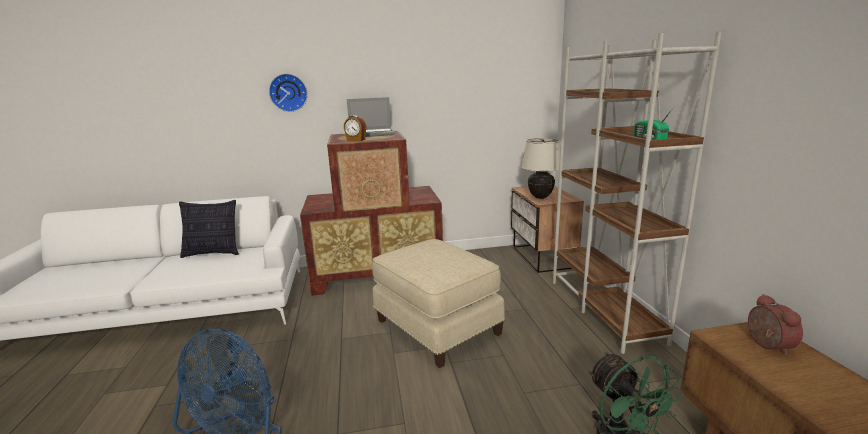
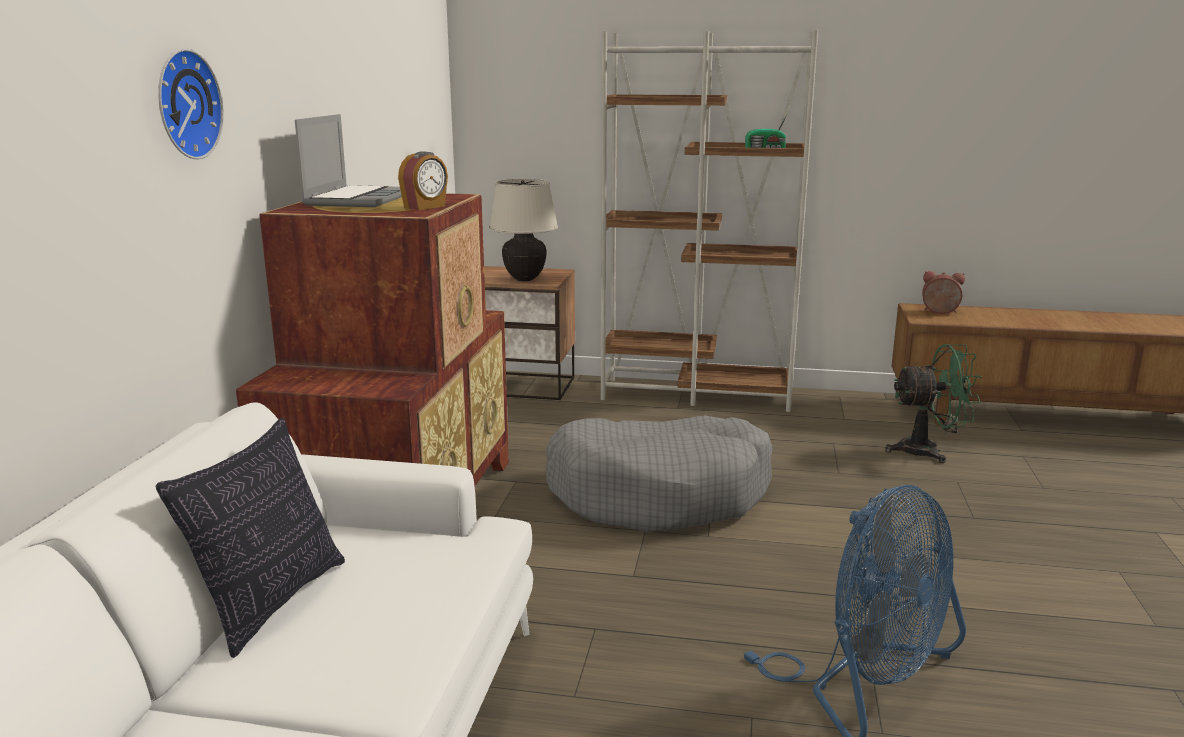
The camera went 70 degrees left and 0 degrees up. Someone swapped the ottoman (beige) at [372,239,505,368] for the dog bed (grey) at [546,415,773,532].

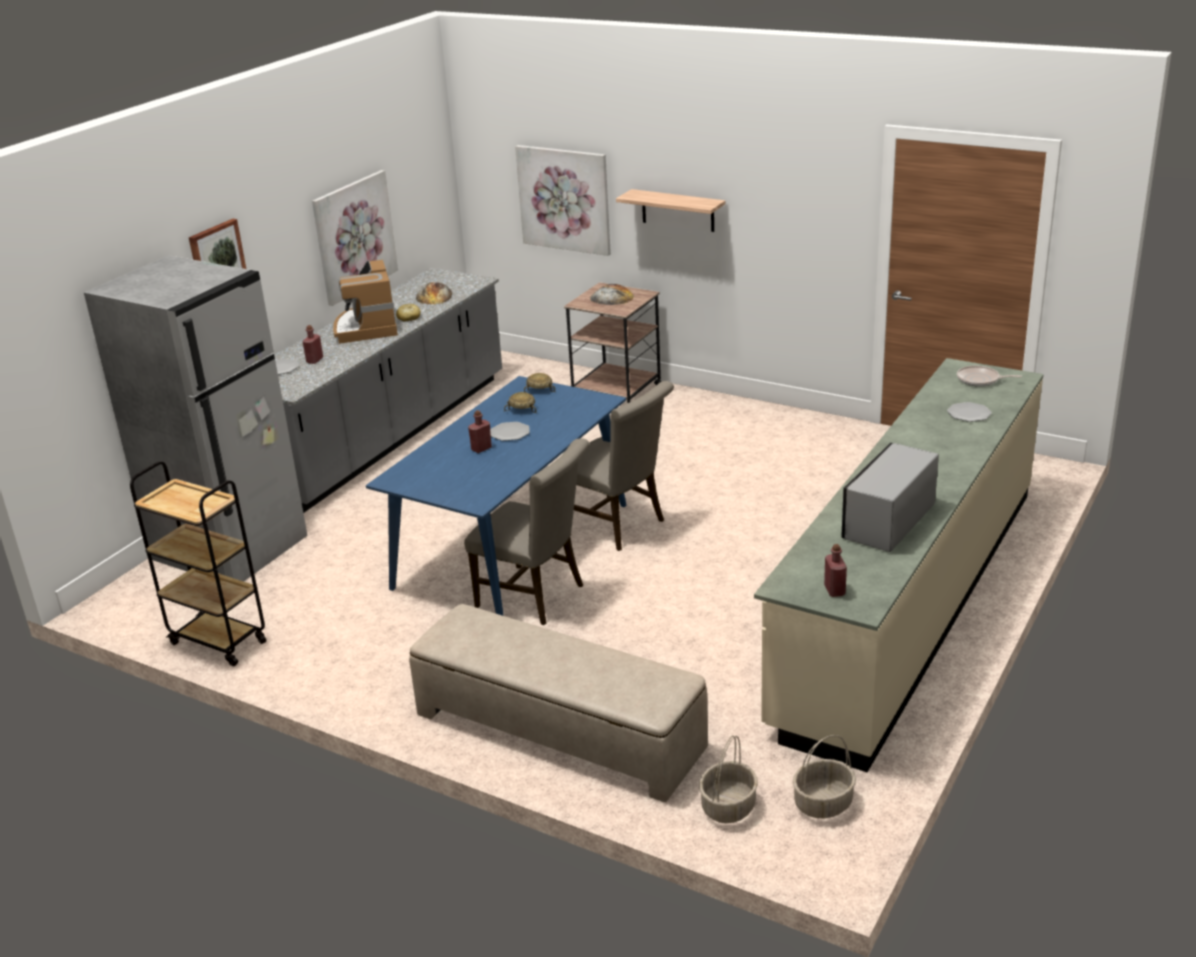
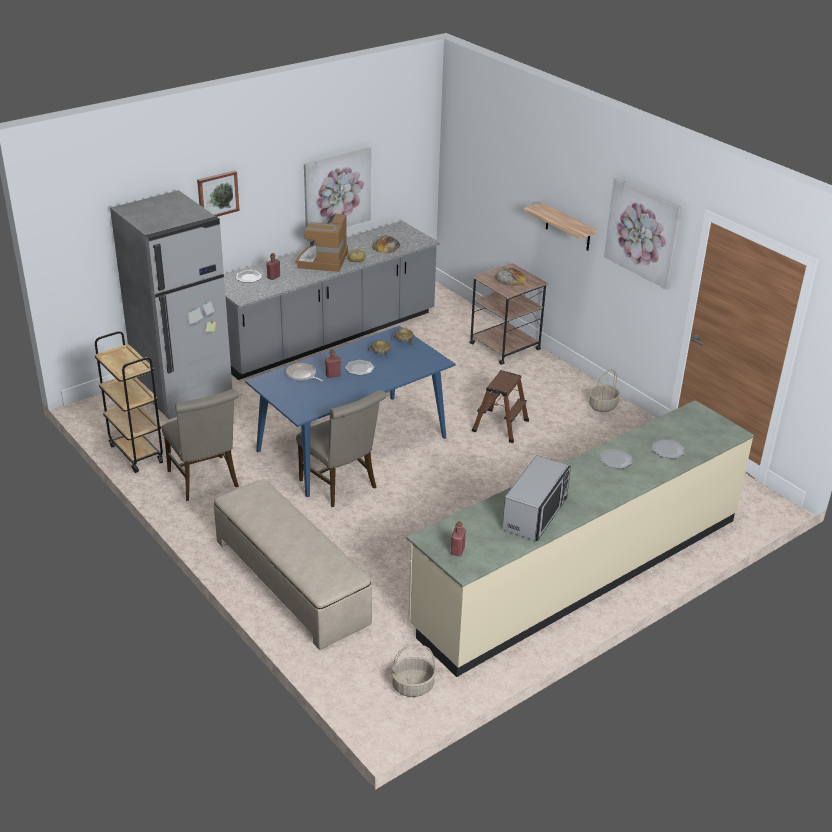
The camera went 20 degrees right and 5 degrees up. Someone put down the step ladder (brown) at [472,370,529,443]. Someone put down the plate at [600,449,632,469]. Someone carried the picture from [515,145,611,256] to [604,177,683,290]. Someone carried the chair (beige) from [574,381,674,551] to [162,389,239,501]. Someone carried the basket from [699,735,758,823] to [590,369,620,412]. Someone carried the frying pan from [957,366,1022,387] to [286,363,323,381]. Someone rotated the microwave at [841,443,939,552] by 150 degrees clockwise.

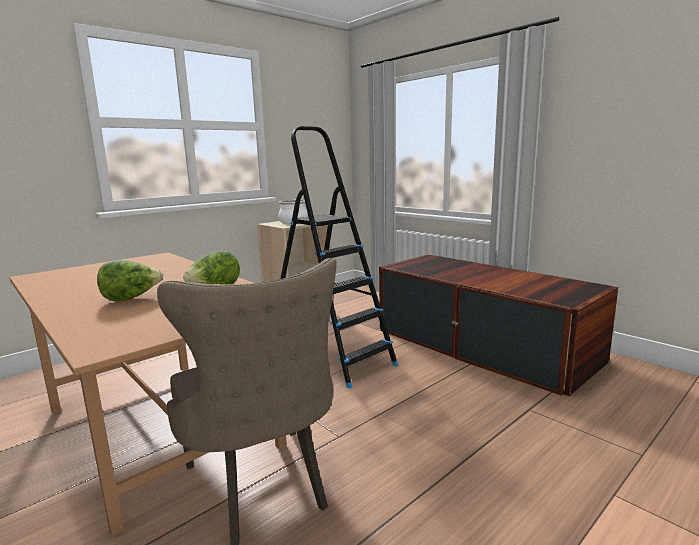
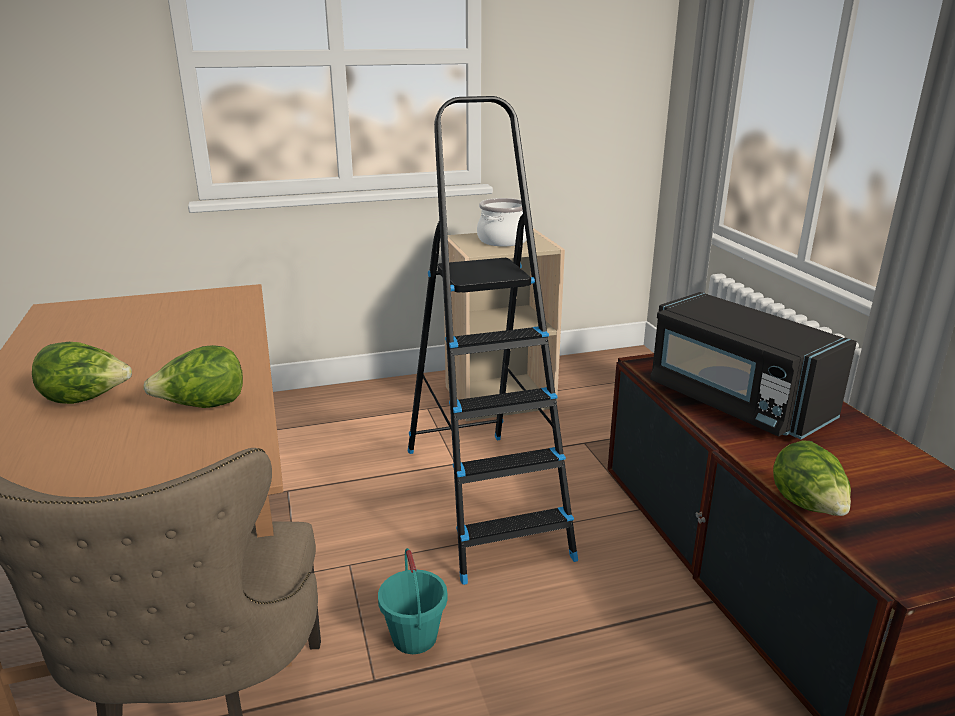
The camera went 25 degrees right and 10 degrees up. Someone put down the bucket (turquoise) at [378,548,448,654]. Someone put down the microwave (black) at [650,292,857,439]. Someone put down the lettuce at [773,440,851,516].

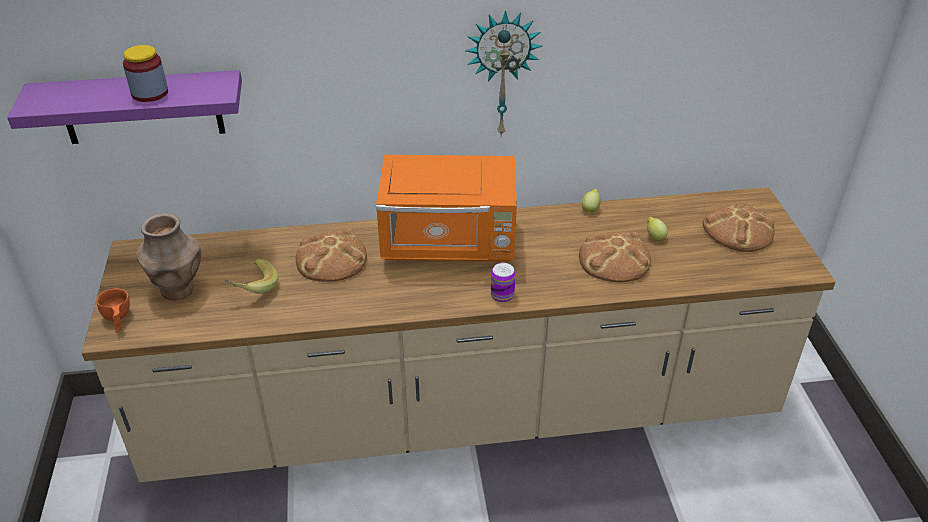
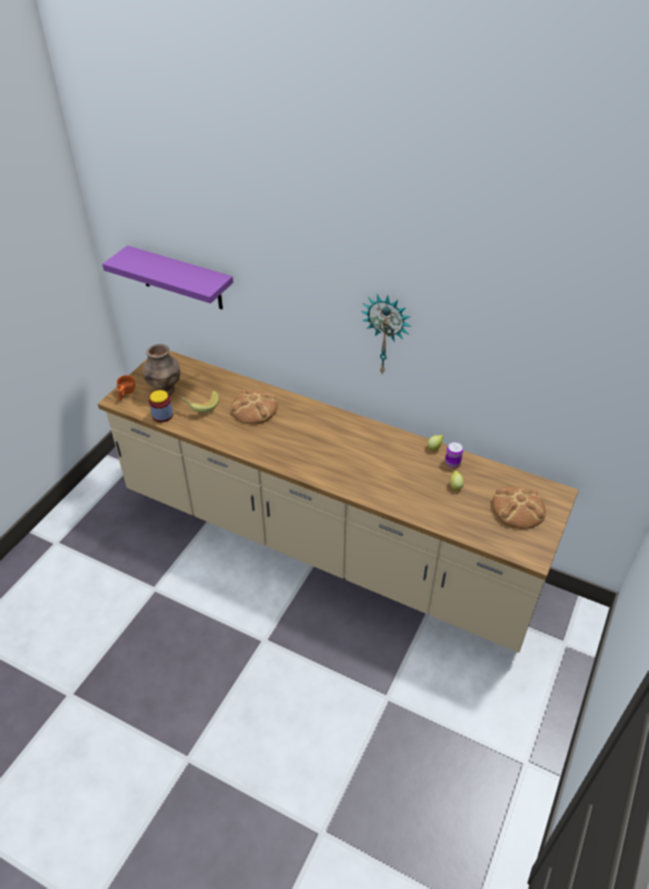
The camera went 35 degrees right and 5 degrees up. Someone took away the microwave (orange) at [376,155,517,262]. Someone took away the bread at [579,232,651,282]. Someone carried the jar from [123,45,168,102] to [149,390,173,422]. Someone carried the can from [491,263,516,302] to [445,442,463,468].

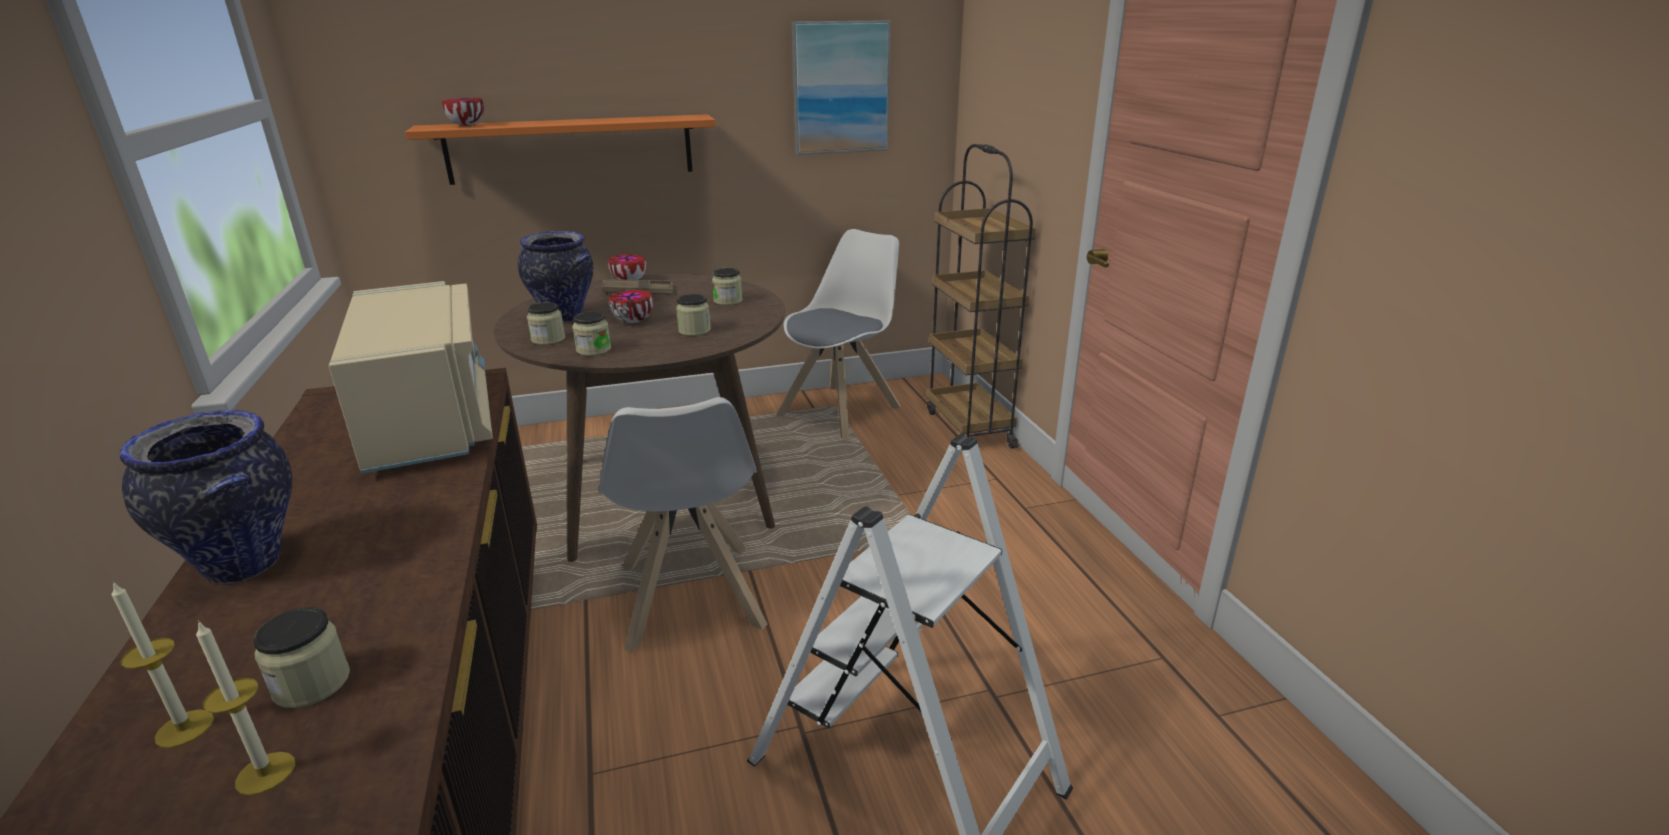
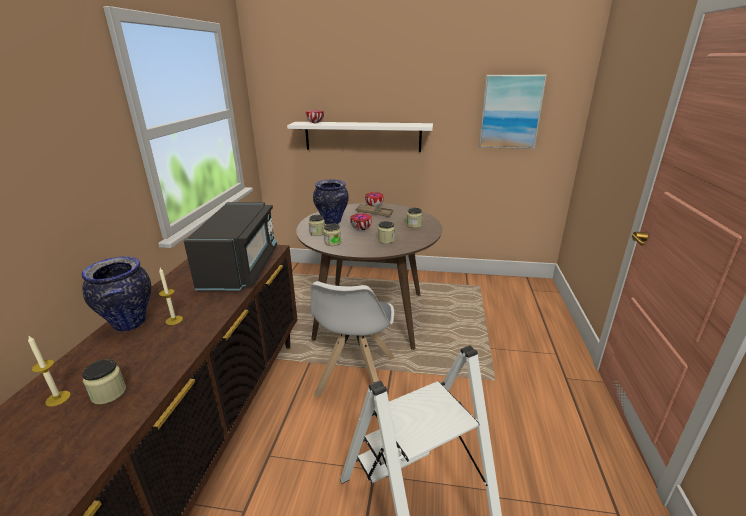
The camera went 25 degrees right and 0 degrees up. Someone took away the chair at [776,229,900,440]. Someone took away the cart (brown) at [927,144,1036,448]. Someone carried the candle from [196,620,295,795] to [159,268,183,325]. Someone repainted the microwave (beige) at [329,281,493,474], which became the microwave (black) at [184,202,277,290]. Someone repainted the shelf (orange) at [405,114,716,185], which became the shelf (white) at [287,122,433,152].

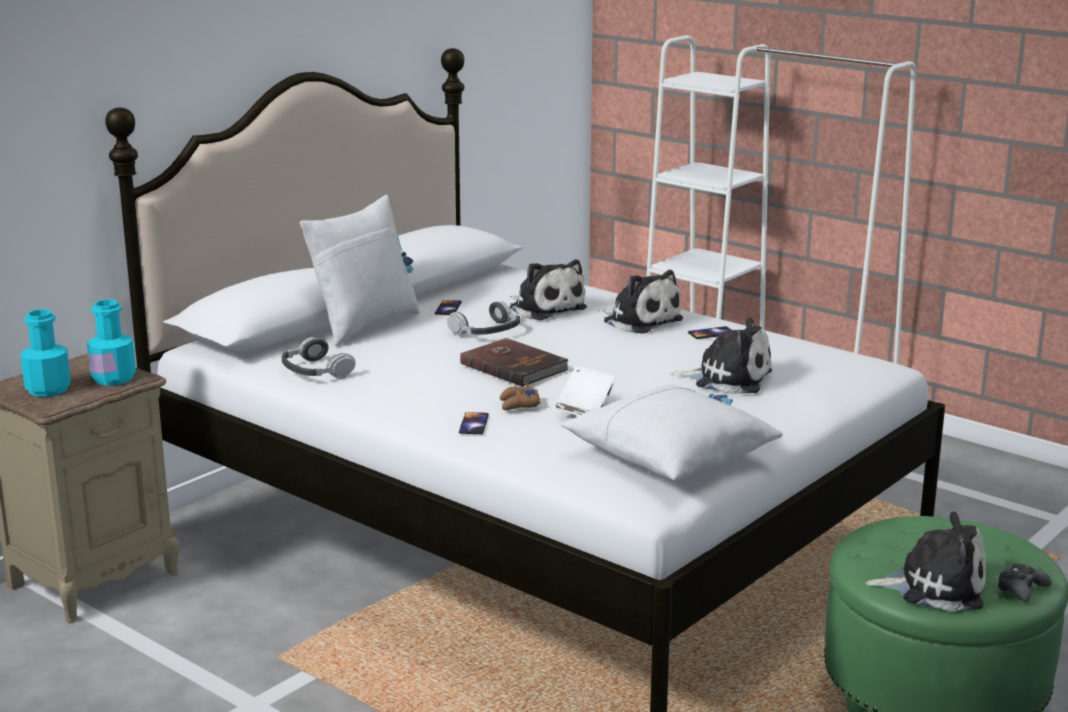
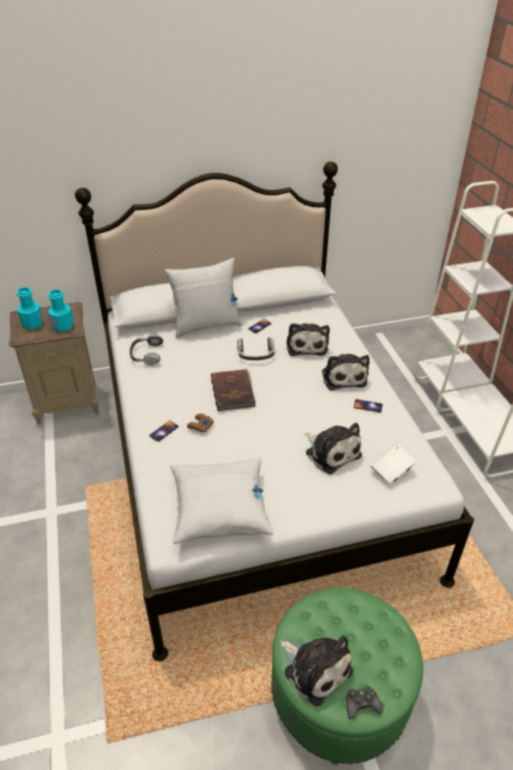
The camera went 35 degrees right and 20 degrees up. Someone carried the book (white) from [556,366,615,416] to [371,444,417,485].

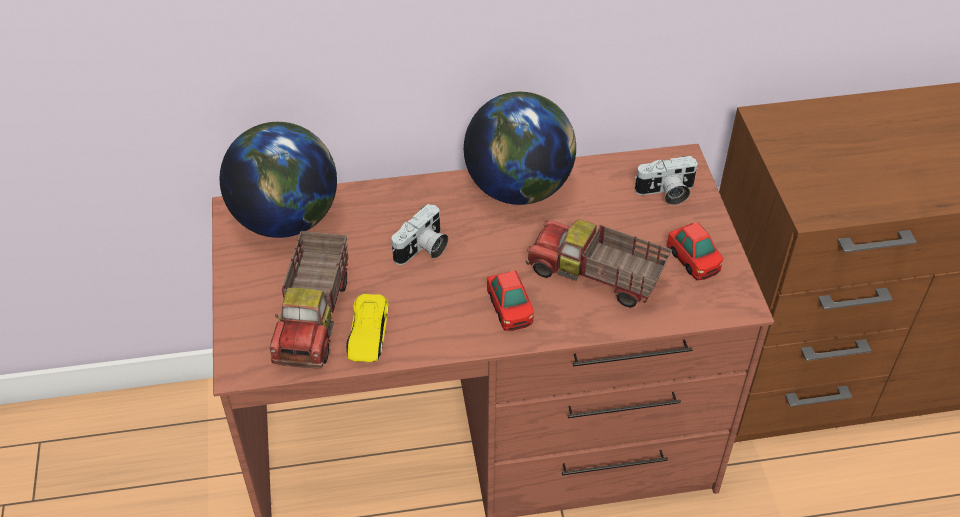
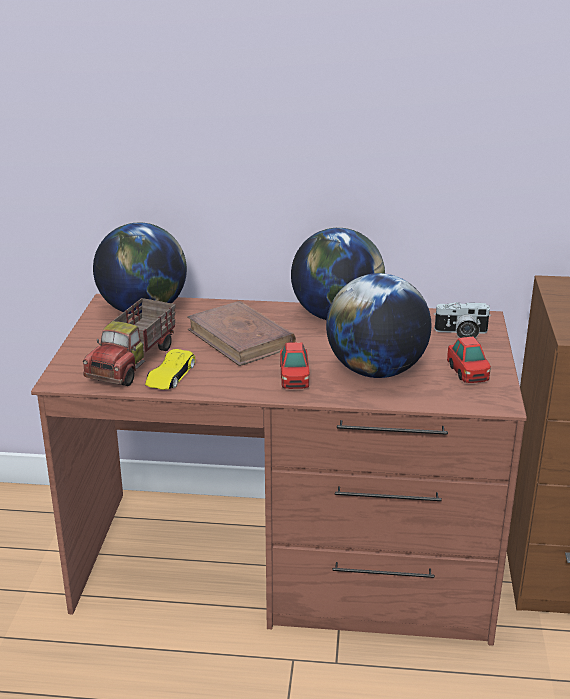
The camera went 15 degrees right and 20 degrees down. Someone swapped the photo camera at [392,204,448,265] for the book (brown) at [187,301,296,366]. Someone swapped the toy truck at [526,219,672,308] for the globe at [326,273,431,378].

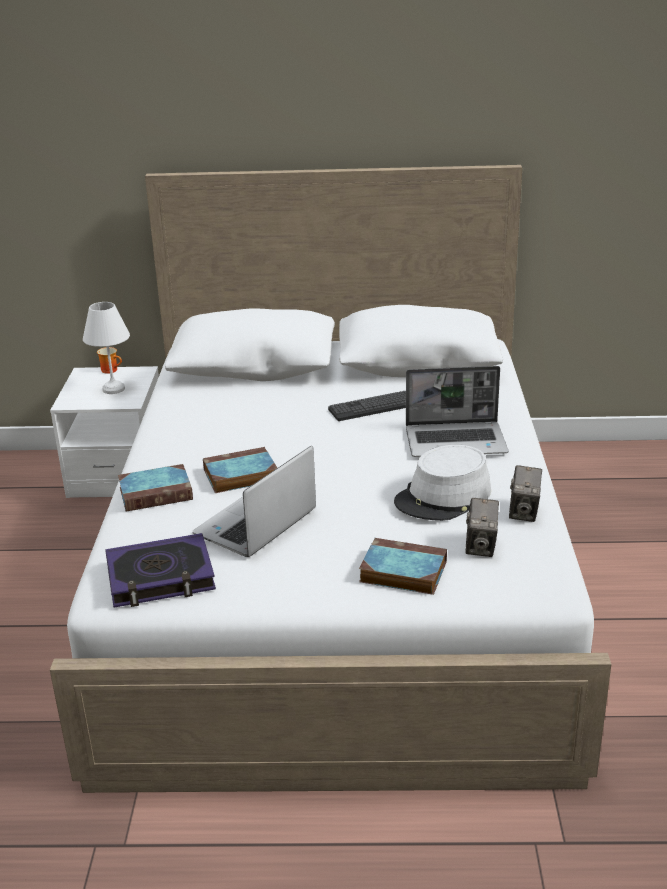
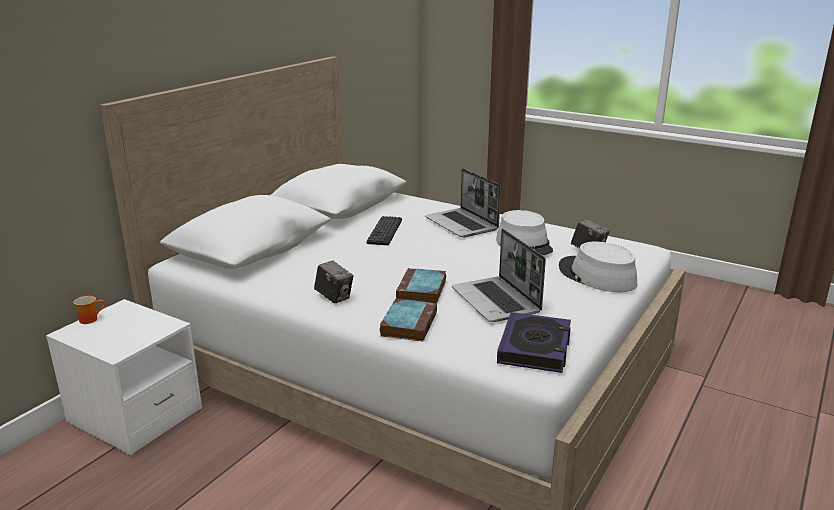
The camera went 60 degrees left and 5 degrees down. Someone took away the table lamp (white) at [83,302,130,394]. Someone carried the photo camera from [509,465,542,522] to [314,261,354,303]. Someone swapped the book at [359,538,447,595] for the hat (grey) at [559,241,637,292]. Someone rotated the laptop at [406,366,509,457] by 120 degrees clockwise.

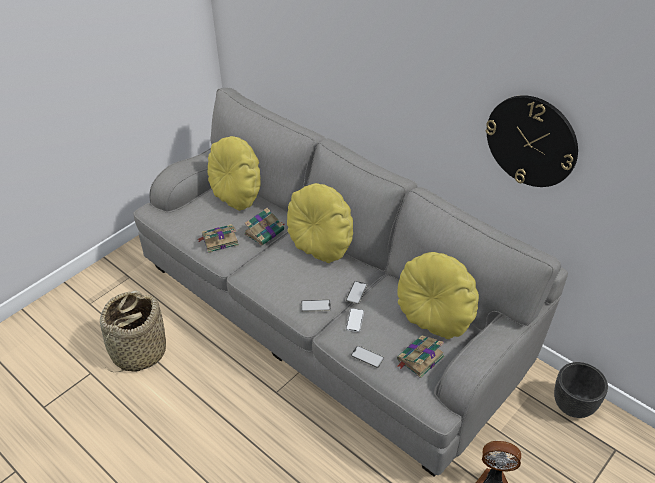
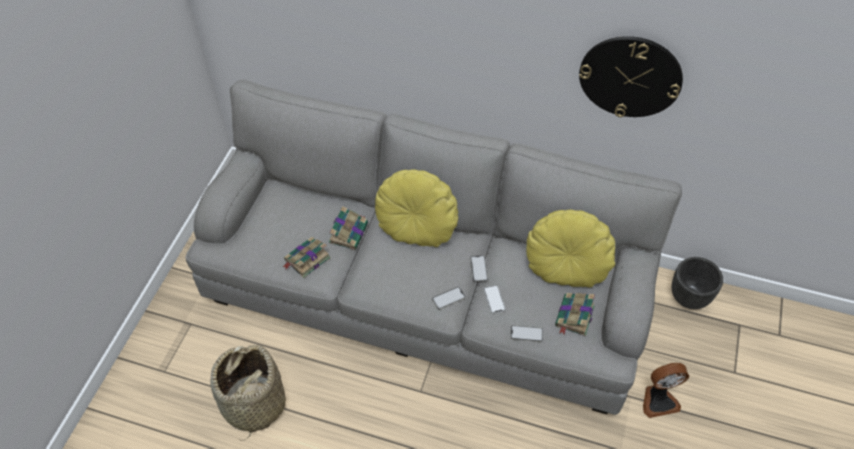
The camera went 25 degrees left and 10 degrees up. Someone took away the pillow (yellow) at [208,136,261,211].

